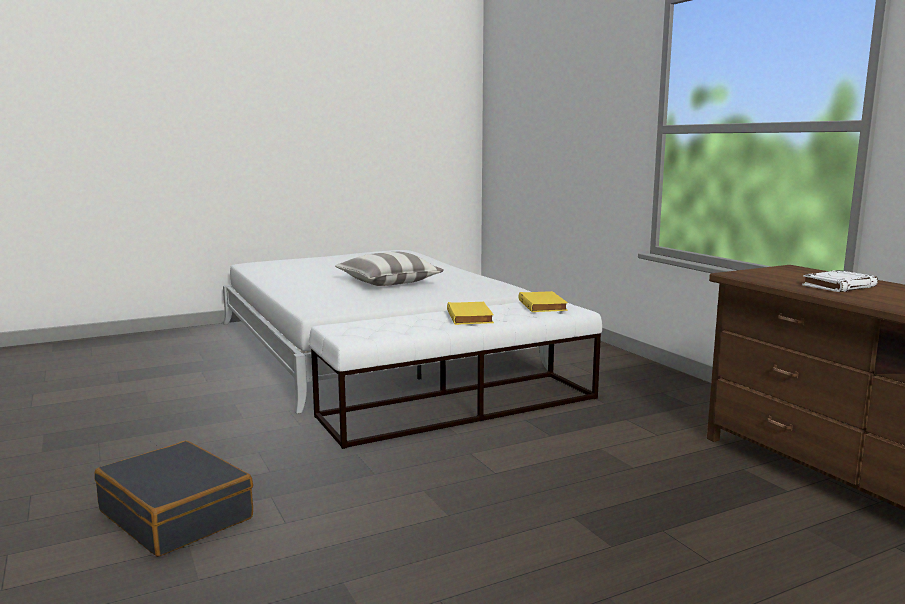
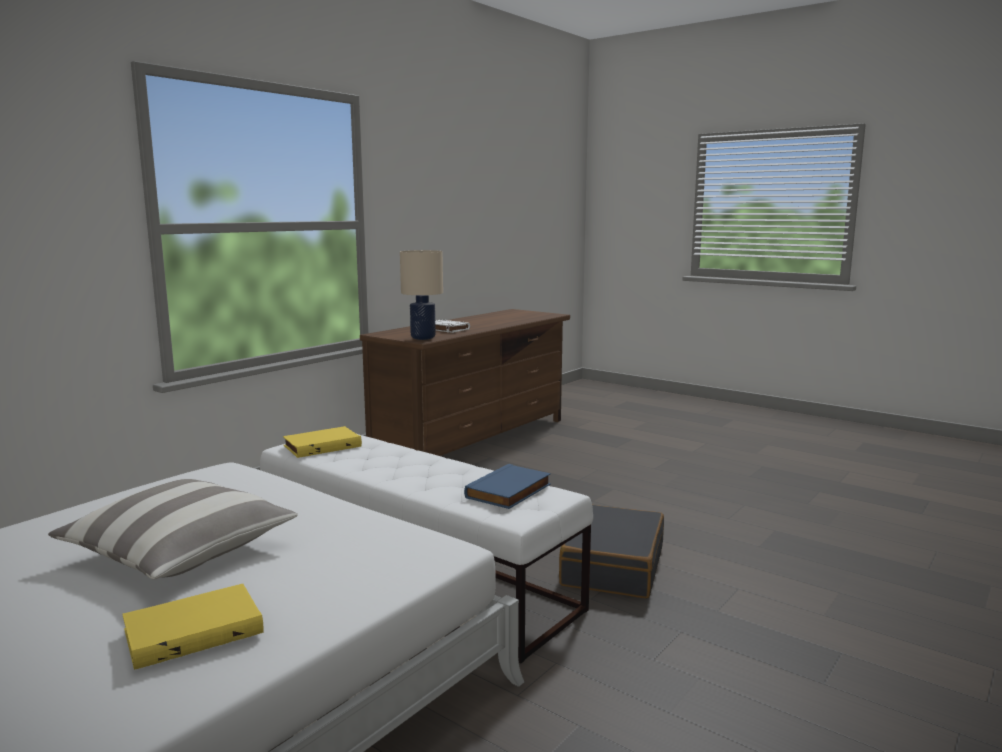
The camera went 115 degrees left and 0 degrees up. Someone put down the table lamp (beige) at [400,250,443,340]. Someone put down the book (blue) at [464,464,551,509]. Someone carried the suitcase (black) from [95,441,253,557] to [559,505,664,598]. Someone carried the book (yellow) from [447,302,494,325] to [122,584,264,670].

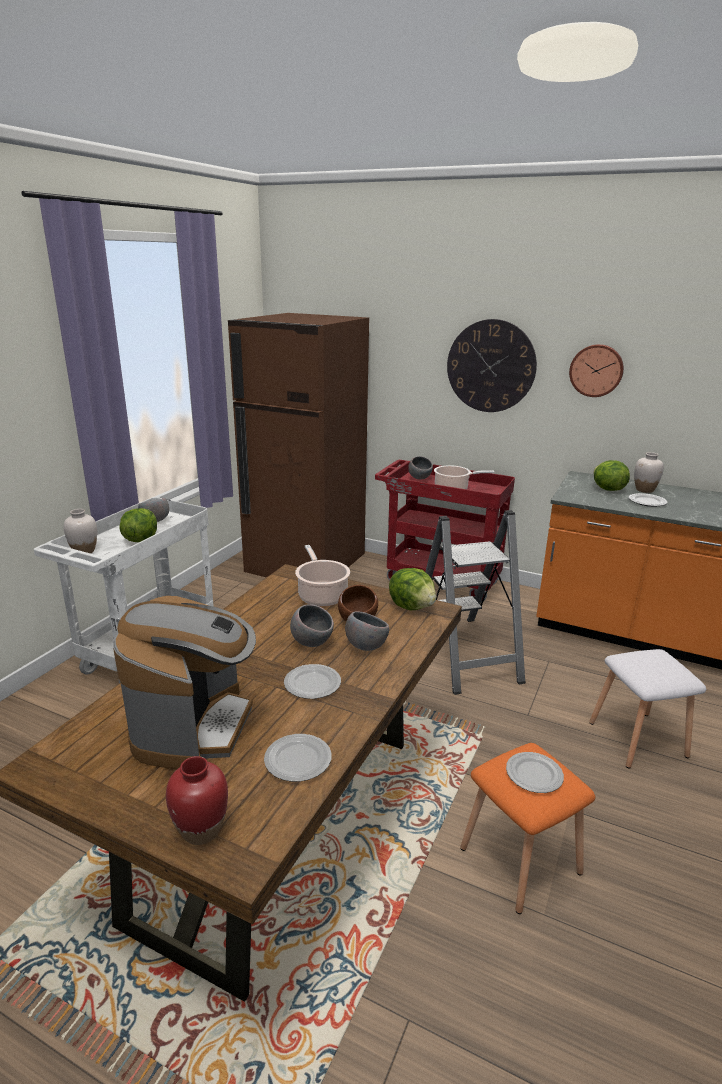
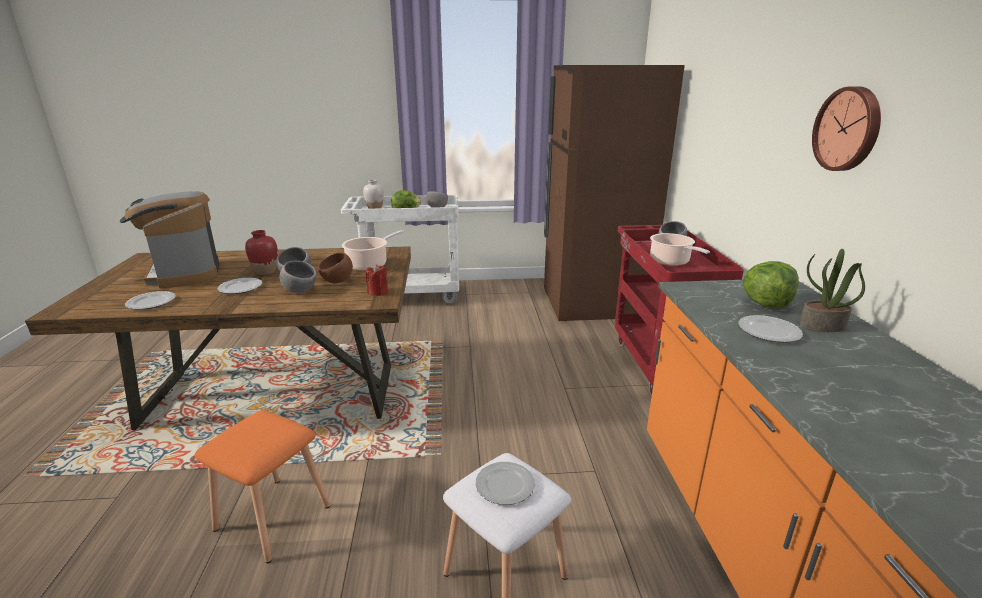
The camera went 60 degrees right and 0 degrees up. Someone took away the step ladder (grey) at [425,510,526,695]. Someone took away the wall clock at [447,319,537,412]. Someone carried the vase (red) from [166,756,228,845] to [245,230,278,275]. Someone carried the plate from [506,752,564,793] to [476,462,535,505]. Someone swapped the lettuce at [389,568,436,610] for the candle (red) at [366,264,389,296]. Someone swapped the vase (white) at [634,452,664,493] for the potted plant at [799,249,865,332]. Someone rotated the coffee machine at [113,596,256,769] by 90 degrees clockwise.

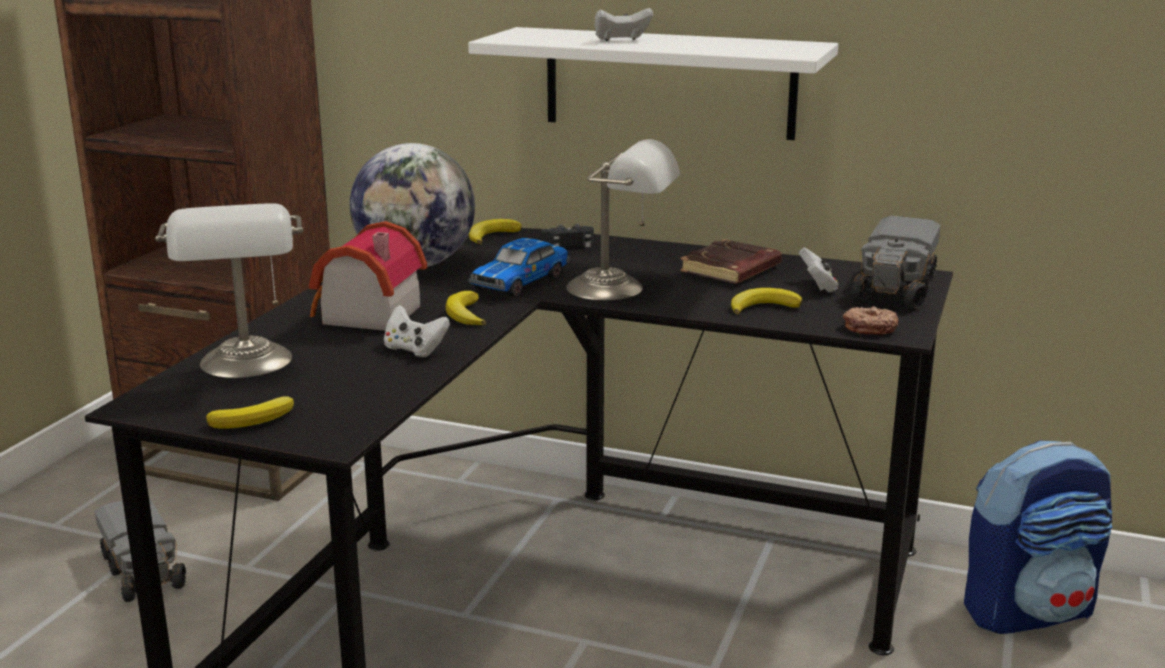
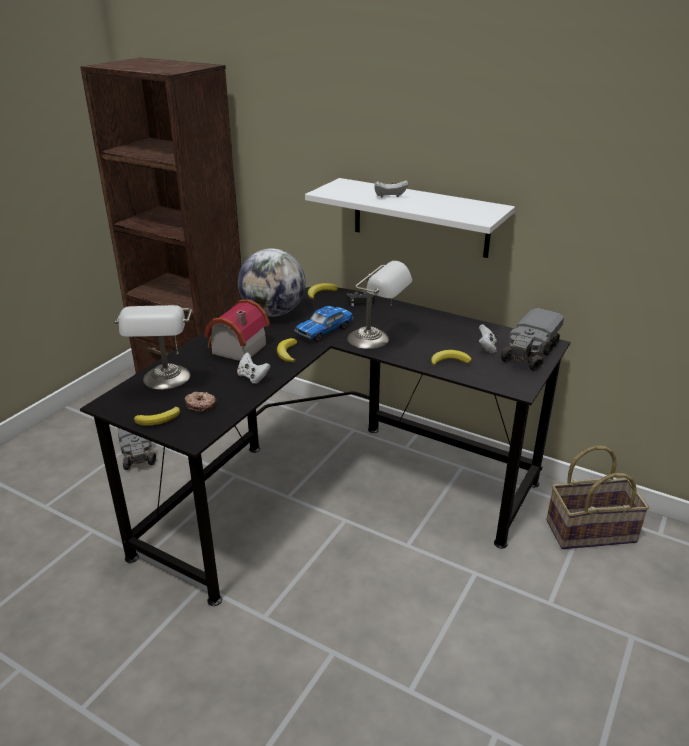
The camera went 10 degrees right and 10 degrees up. Someone took away the book (brown) at [680,239,782,284]. Someone carried the donut from [843,306,899,335] to [185,392,216,412]. Someone swapped the backpack at [964,441,1113,634] for the basket at [546,446,649,549].

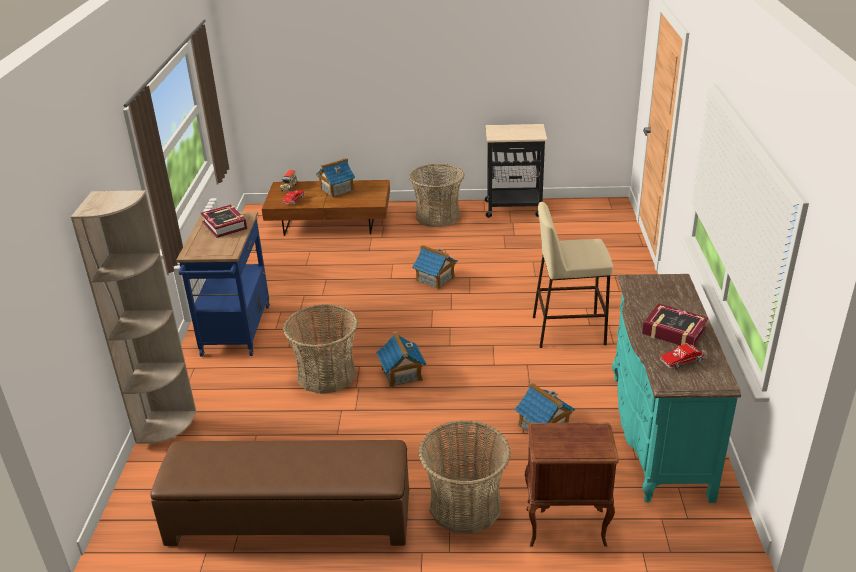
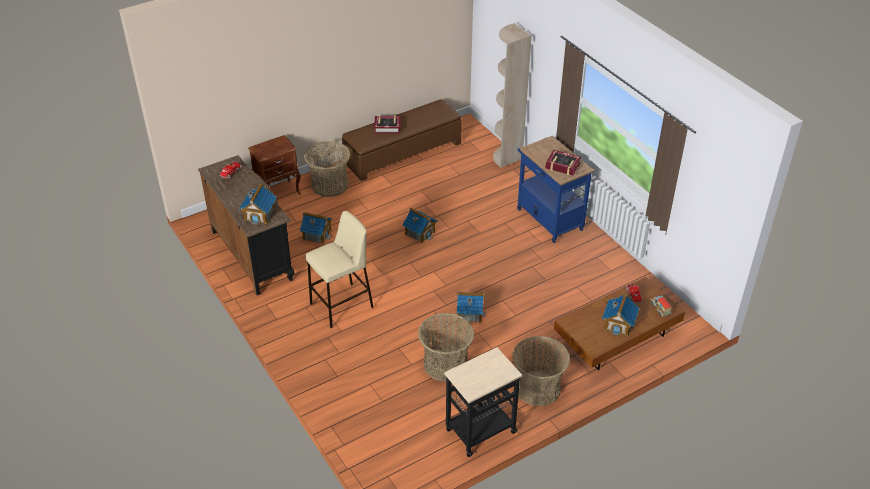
The camera went 145 degrees right and 10 degrees up. Someone put down the toy house at [239,183,277,225]. Someone carried the basket from [283,304,358,394] to [418,313,474,382]. Someone carried the book from [642,303,708,346] to [374,115,401,133]. Someone repainted the dresser (turquoise) at [612,274,741,503], which became the dresser (black) at [198,155,294,295].

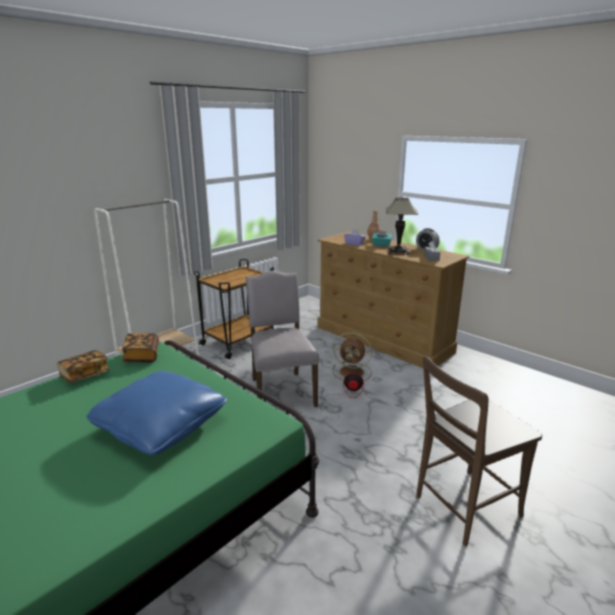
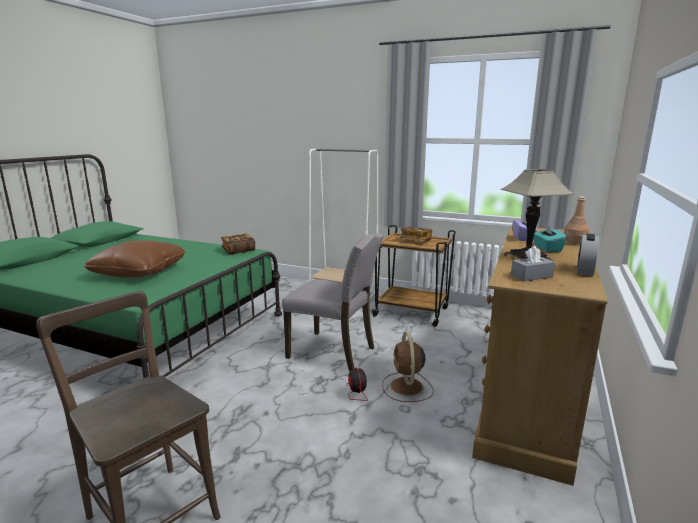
The camera went 70 degrees right and 5 degrees down. Someone carried the book from [57,350,110,383] to [400,227,432,242]. Someone repainted the pillow (blue) at [86,371,227,455], which became the pillow (brown) at [83,240,186,278]. Someone rotated the chair (grey) at [246,271,319,407] by 60 degrees clockwise.

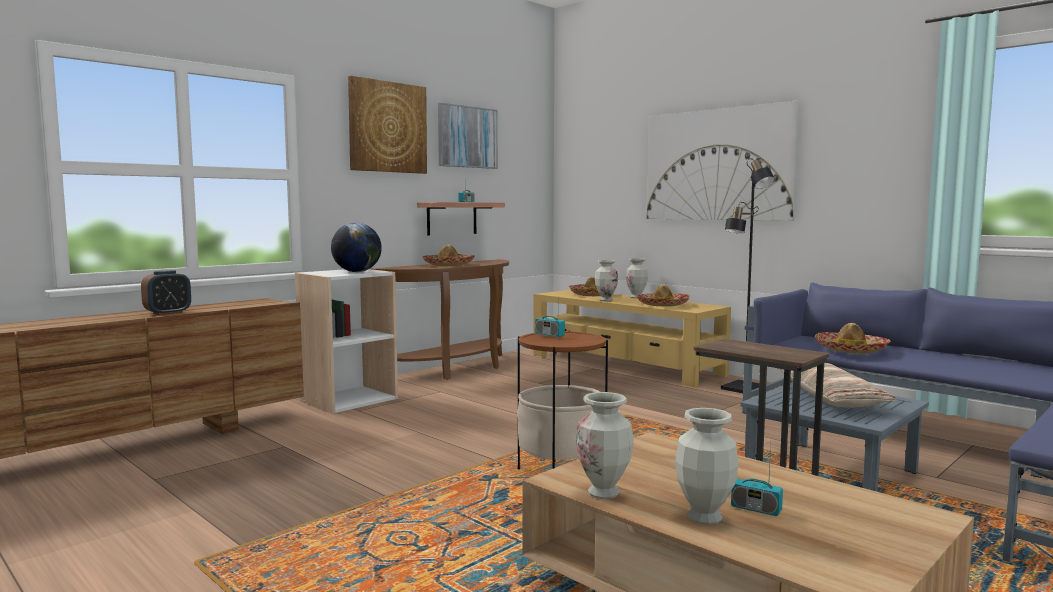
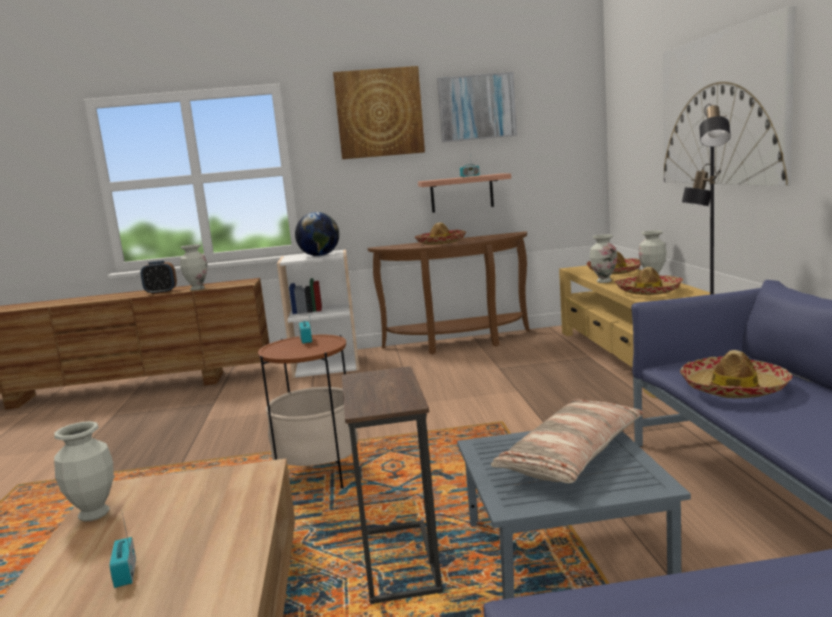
The camera went 40 degrees right and 5 degrees up. Someone carried the vase from [675,408,738,525] to [180,244,207,290].

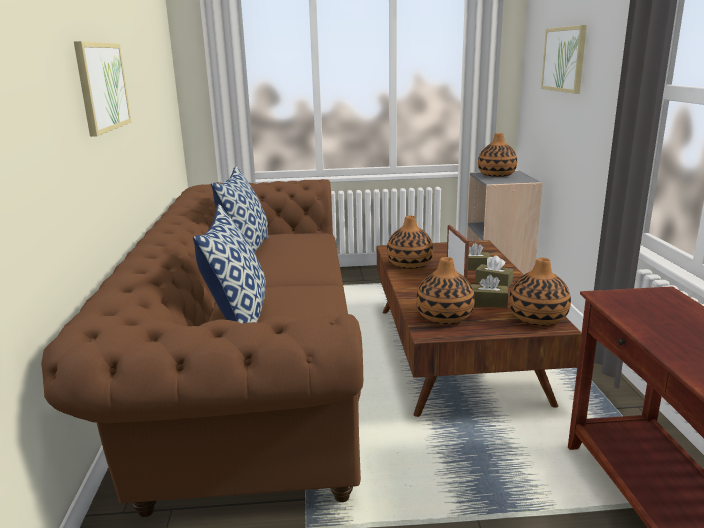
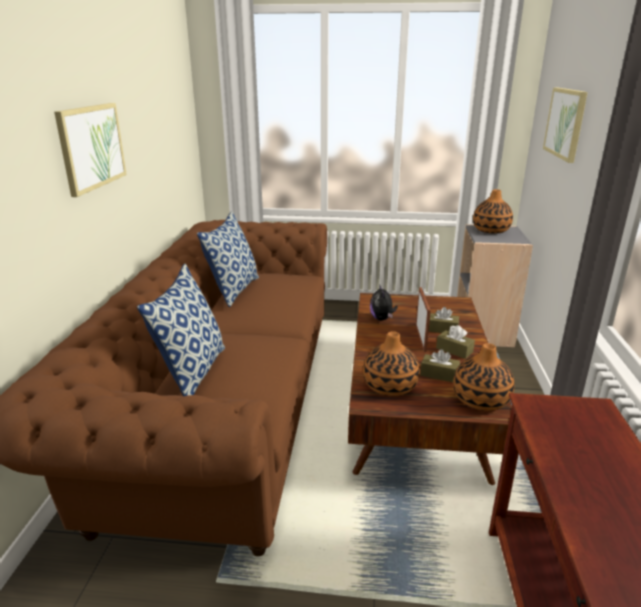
The camera went 10 degrees right and 5 degrees up. Someone swapped the vase at [387,216,433,269] for the plush toy at [370,284,398,321].

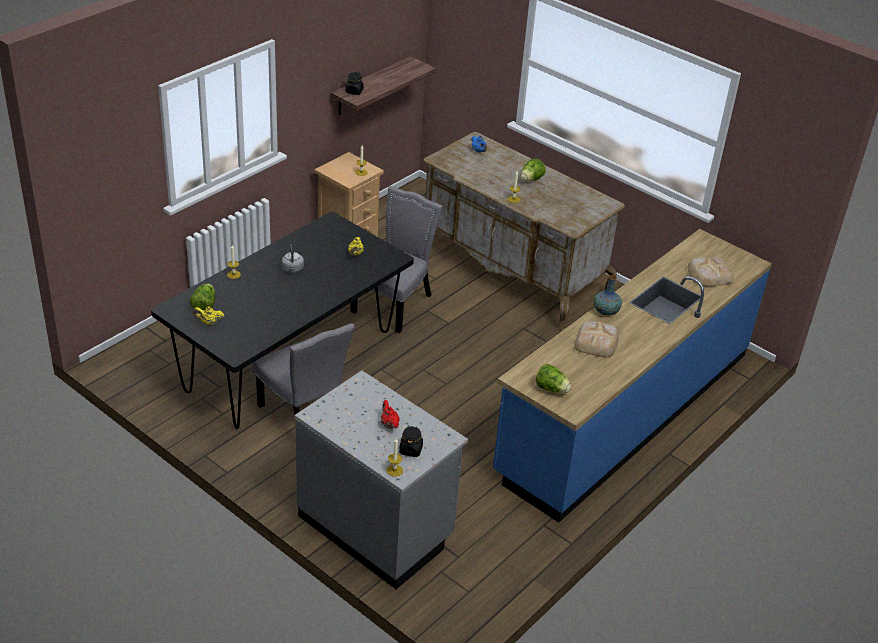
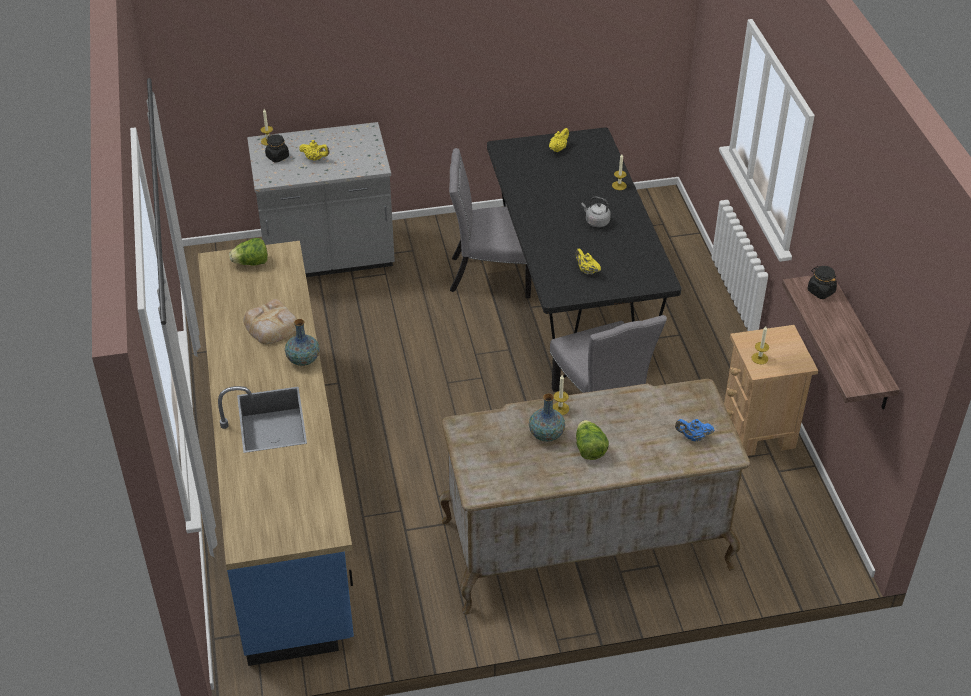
The camera went 130 degrees right and 5 degrees up. Someone took away the lettuce at [190,284,216,311]. Someone took away the bread at [688,257,734,286]. Someone put down the vase at [529,393,565,442]. Someone repainted the teapot (red) at [381,400,399,429], which became the teapot (yellow) at [299,140,329,160].

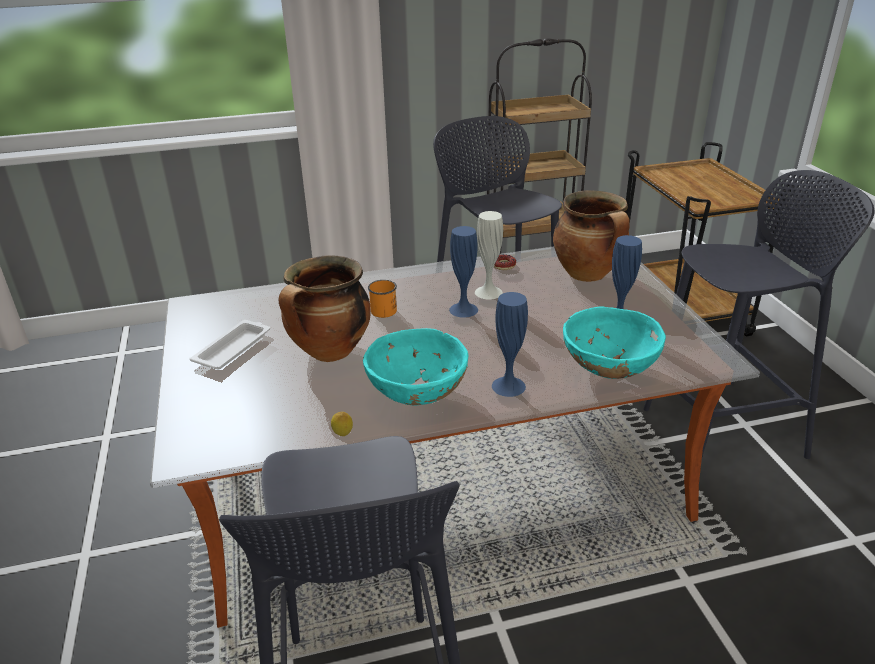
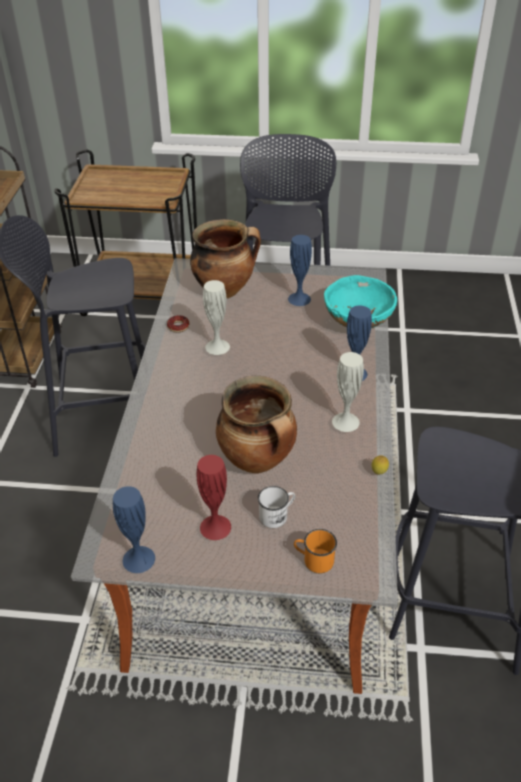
The camera went 70 degrees left and 10 degrees up. Someone put down the mug (white) at [258,486,295,528]. Someone carried the mug (orange) from [368,280,397,318] to [294,529,337,573]. Someone carried the vase (blue) from [449,226,478,318] to [113,486,155,573]. Someone swapped the tray (white) at [190,320,270,369] for the vase (red) at [197,455,231,540]. Someone swapped the bowl (turquoise) at [363,328,469,406] for the vase (white) at [332,352,364,432].

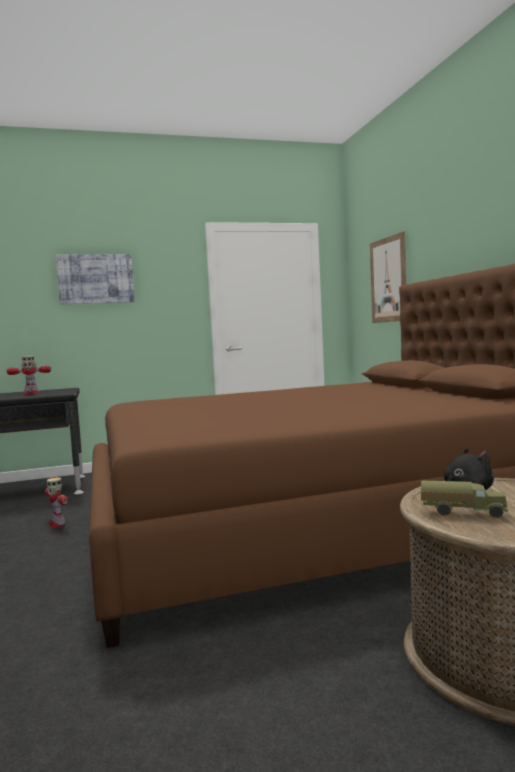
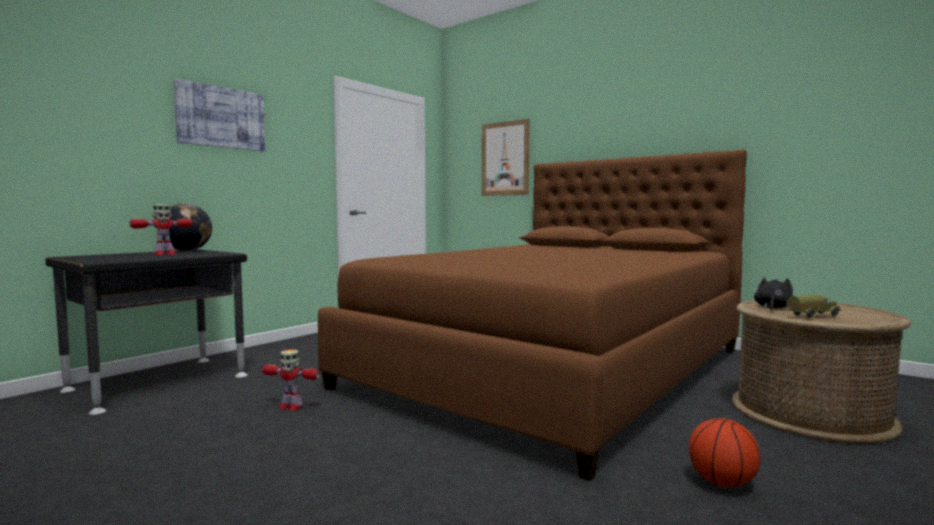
The camera went 35 degrees left and 0 degrees up. Someone put down the globe at [163,204,212,251]. Someone put down the basketball at [689,418,761,488].

